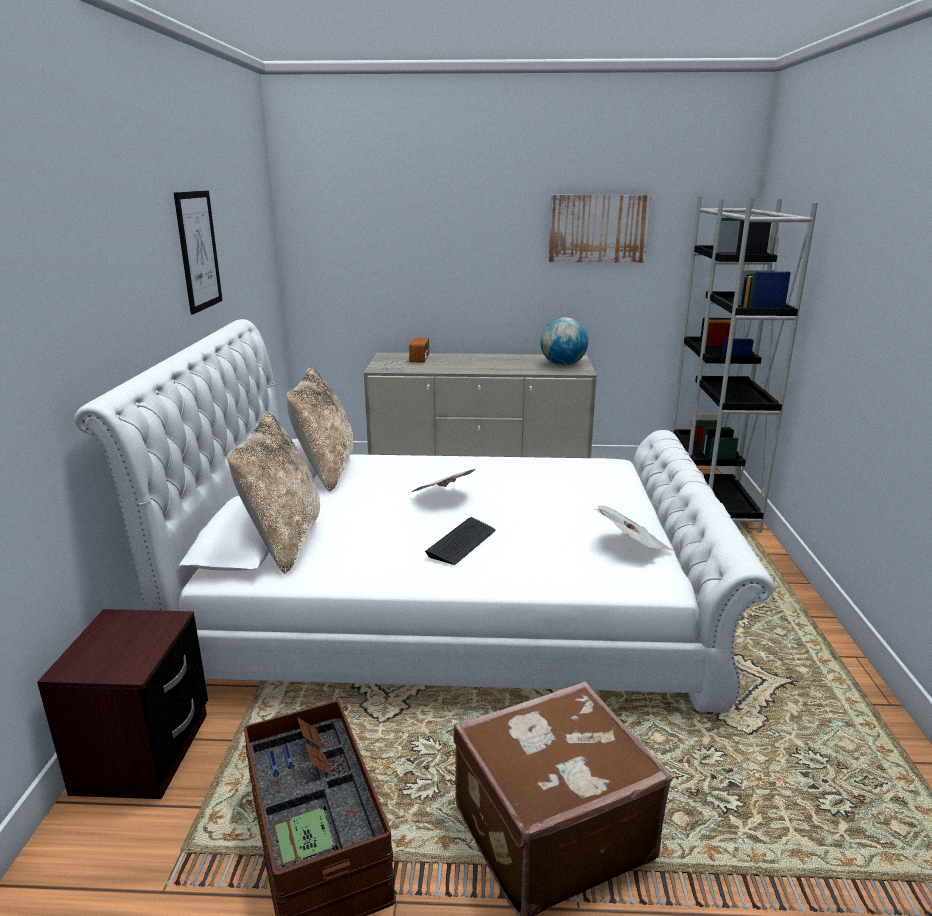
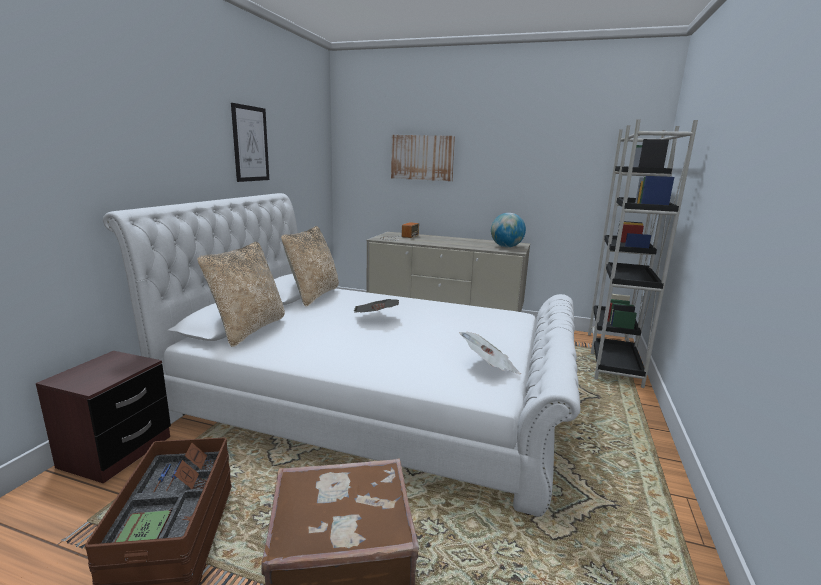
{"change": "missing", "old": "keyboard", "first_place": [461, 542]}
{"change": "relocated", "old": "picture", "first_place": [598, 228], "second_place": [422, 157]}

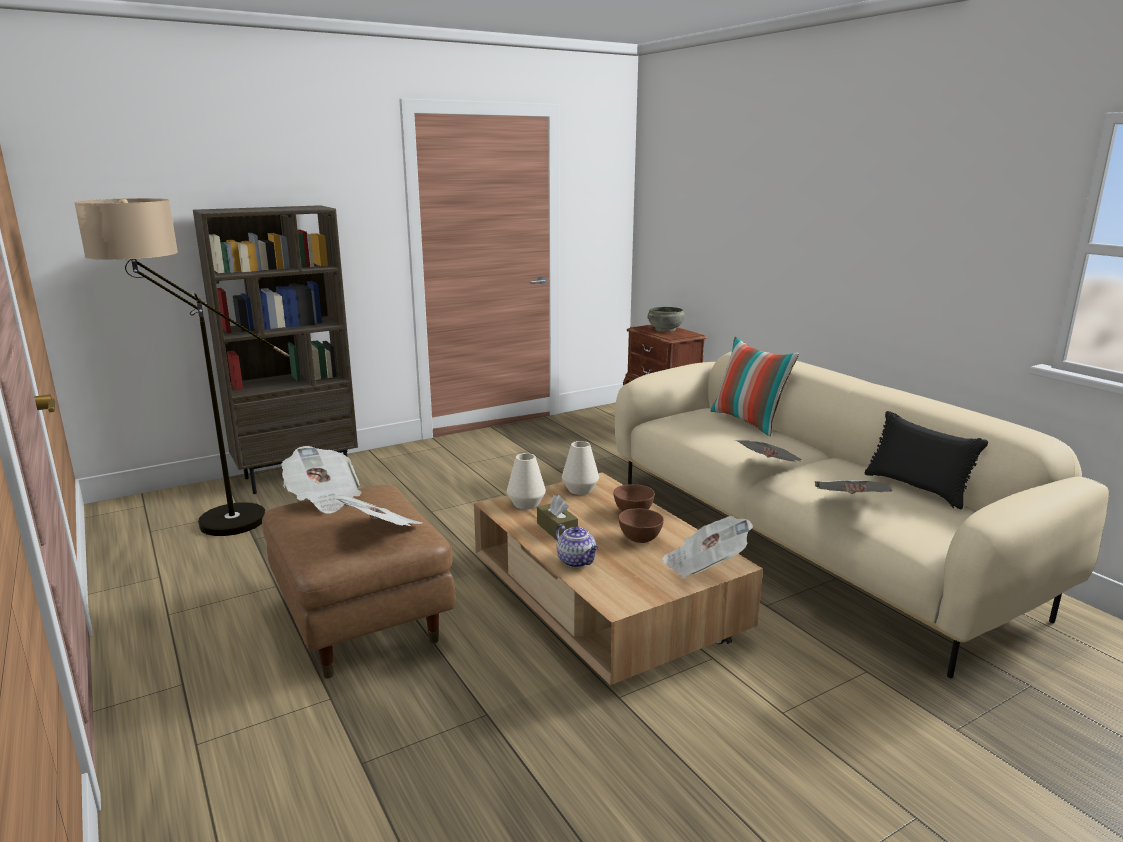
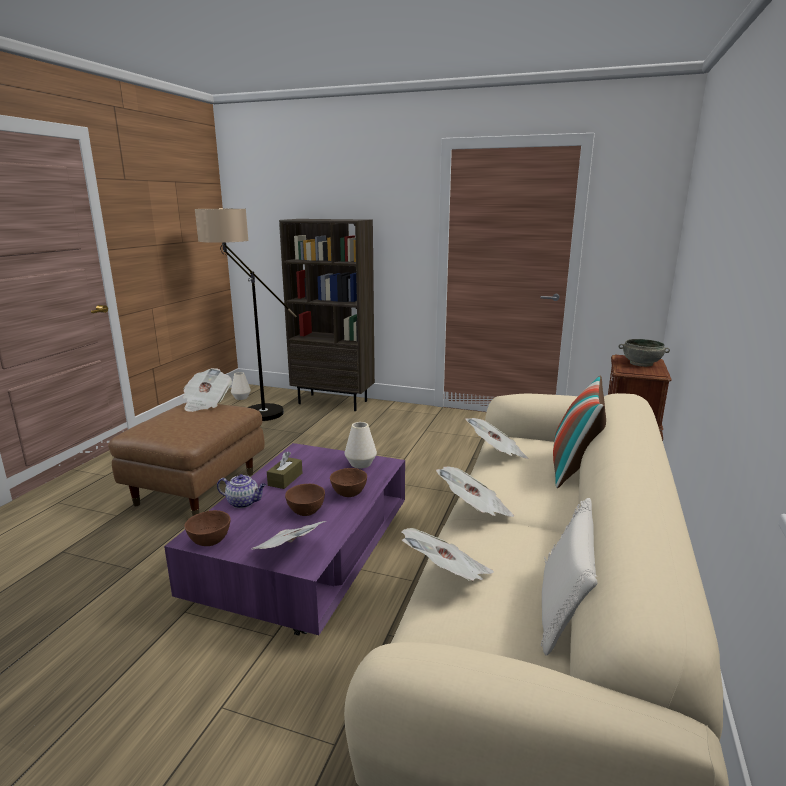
{"change": "appeared", "new": "bowl (brown)", "second_place": [209, 542]}
{"change": "relocated", "old": "newspaper", "first_place": [380, 532], "second_place": [496, 453]}
{"change": "relocated", "old": "vase (white)", "first_place": [526, 504], "second_place": [241, 397]}
{"change": "colour", "old": "coffee table (brown)", "new": "coffee table (purple)", "first_place": [604, 601], "second_place": [305, 554]}
{"change": "colour", "old": "pillow (black)", "new": "pillow (white)", "first_place": [917, 489], "second_place": [563, 607]}
{"change": "spun", "old": "teapot", "first_place": [577, 561], "second_place": [244, 502], "degrees": -90}

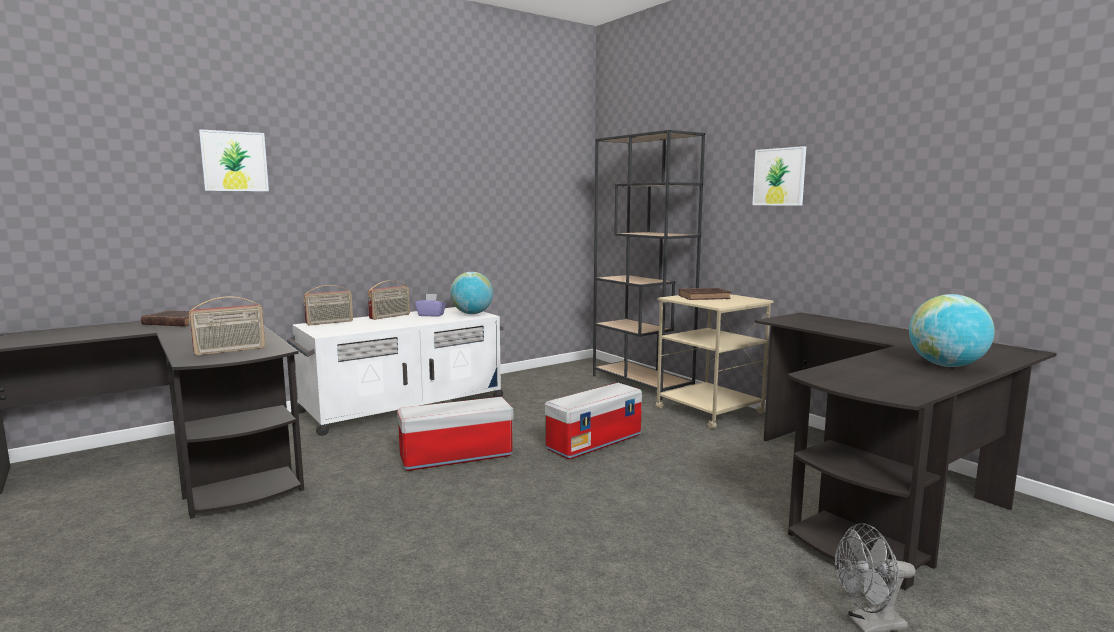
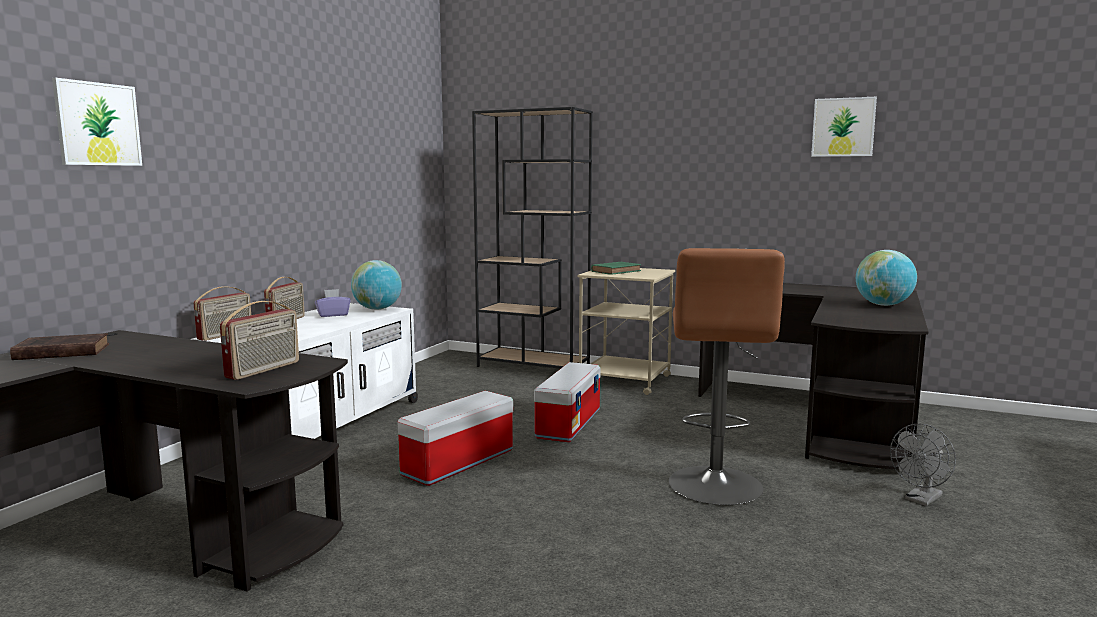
{"change": "appeared", "new": "stool (brown)", "second_place": [714, 485]}
{"change": "relocated", "old": "picture", "first_place": [779, 177], "second_place": [843, 127]}
{"change": "colour", "old": "book (brown)", "new": "book (green)", "first_place": [705, 297], "second_place": [617, 271]}

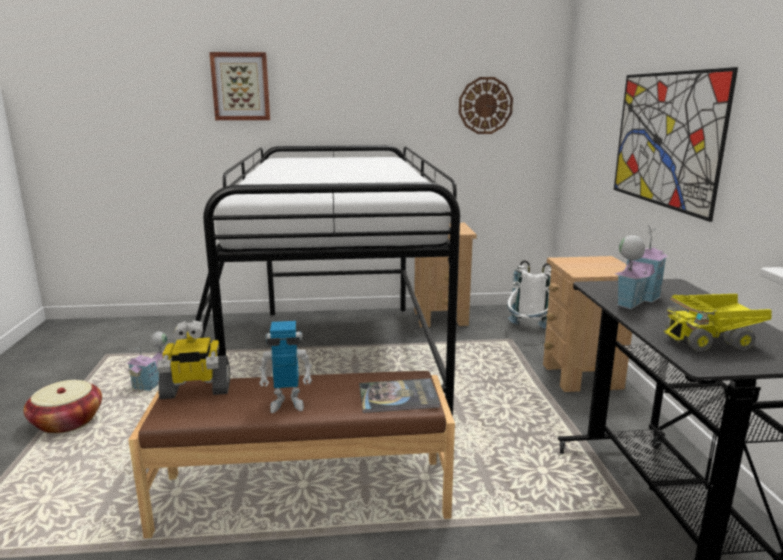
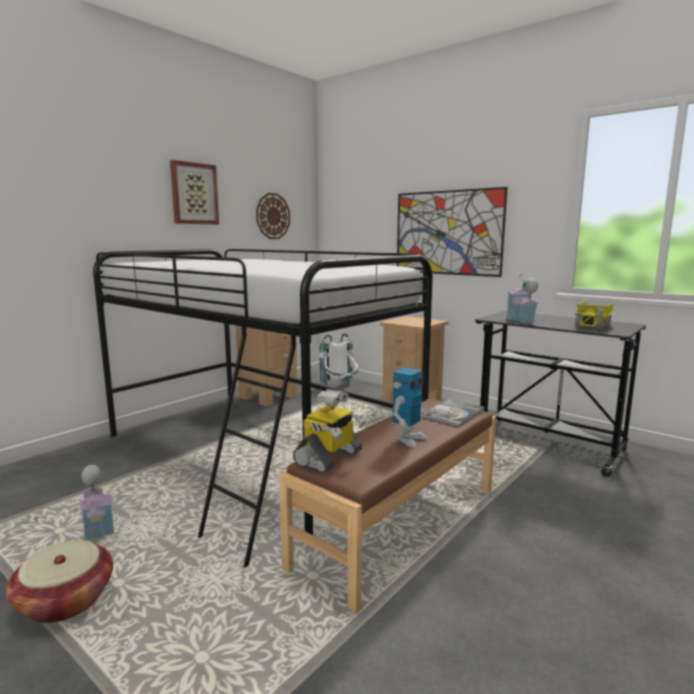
{"change": "relocated", "old": "picture", "first_place": [241, 86], "second_place": [194, 194]}

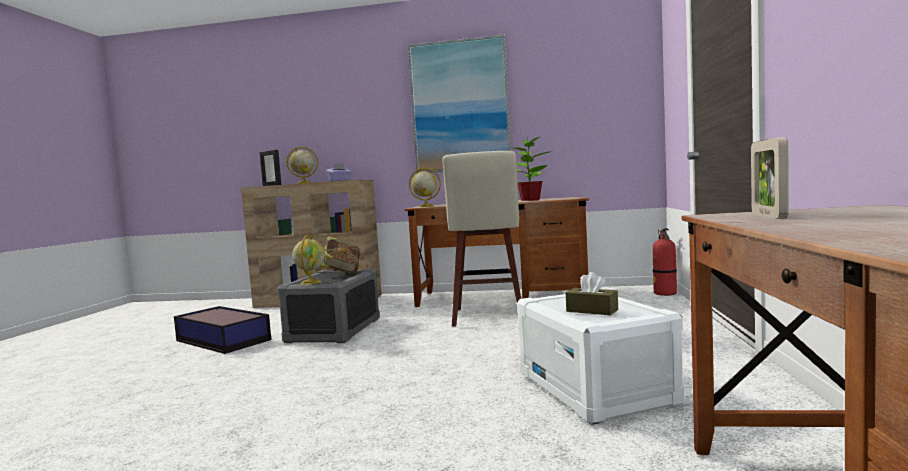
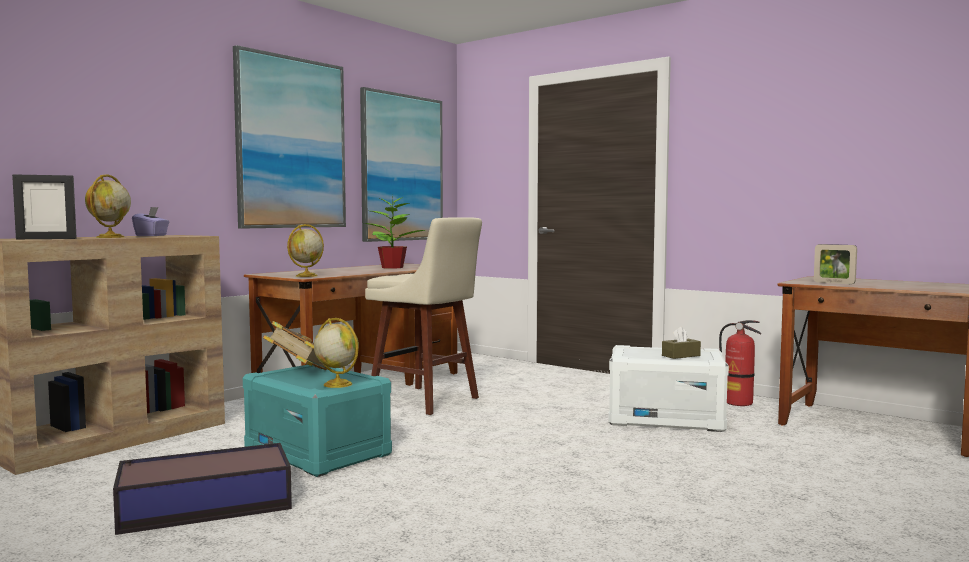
{"change": "appeared", "new": "picture", "second_place": [402, 168]}
{"change": "relocated", "old": "fire extinguisher", "first_place": [665, 293], "second_place": [738, 403]}
{"change": "colour", "old": "storage box (grey)", "new": "storage box (turquoise)", "first_place": [334, 330], "second_place": [318, 451]}

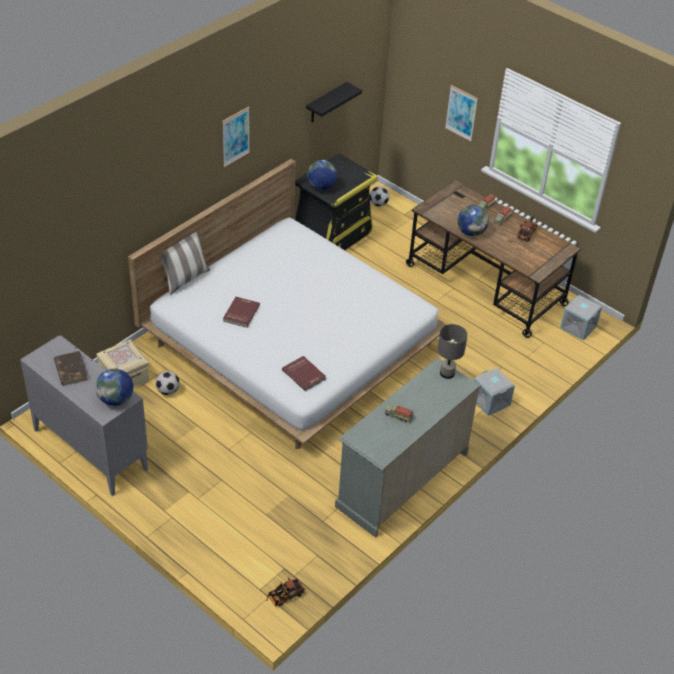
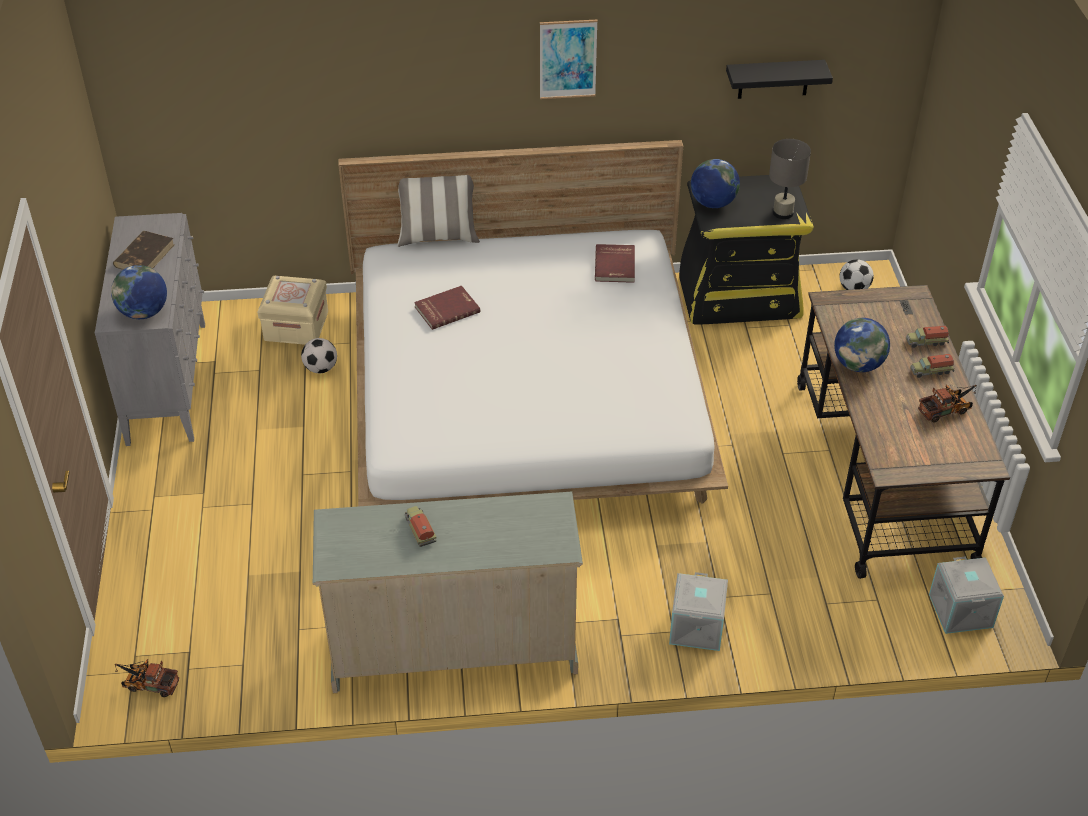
{"change": "missing", "old": "picture", "first_place": [461, 113]}
{"change": "relocated", "old": "book (red)", "first_place": [304, 374], "second_place": [616, 265]}
{"change": "relocated", "old": "table lamp (grey)", "first_place": [447, 373], "second_place": [783, 213]}

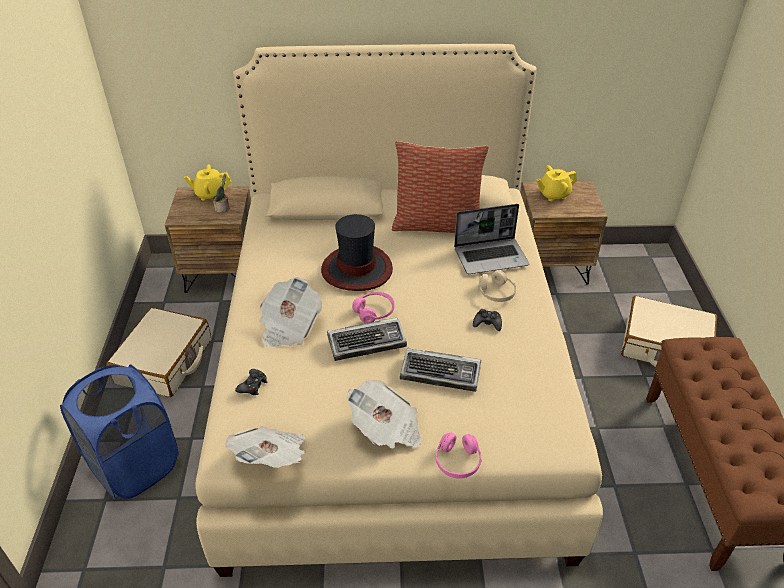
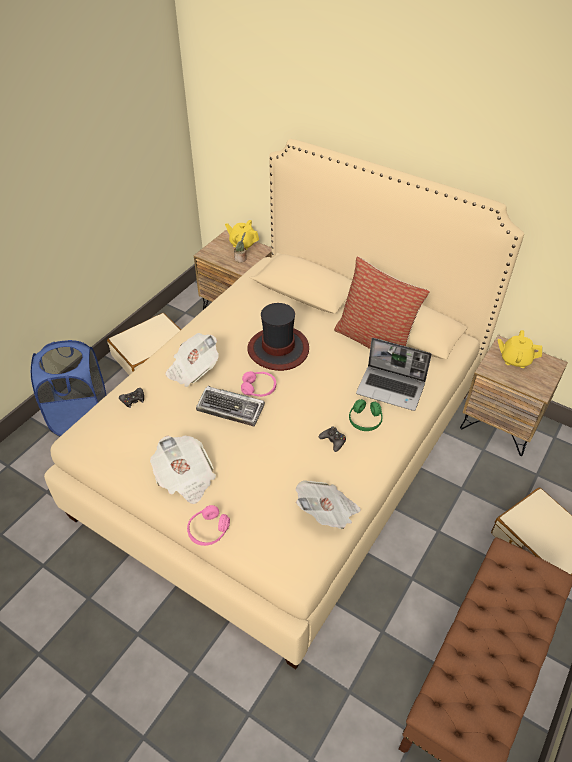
{"change": "missing", "old": "keyboard", "first_place": [441, 373]}
{"change": "relocated", "old": "newspaper", "first_place": [272, 458], "second_place": [327, 513]}
{"change": "colour", "old": "headphones (beige)", "new": "headphones (green)", "first_place": [496, 293], "second_place": [365, 420]}

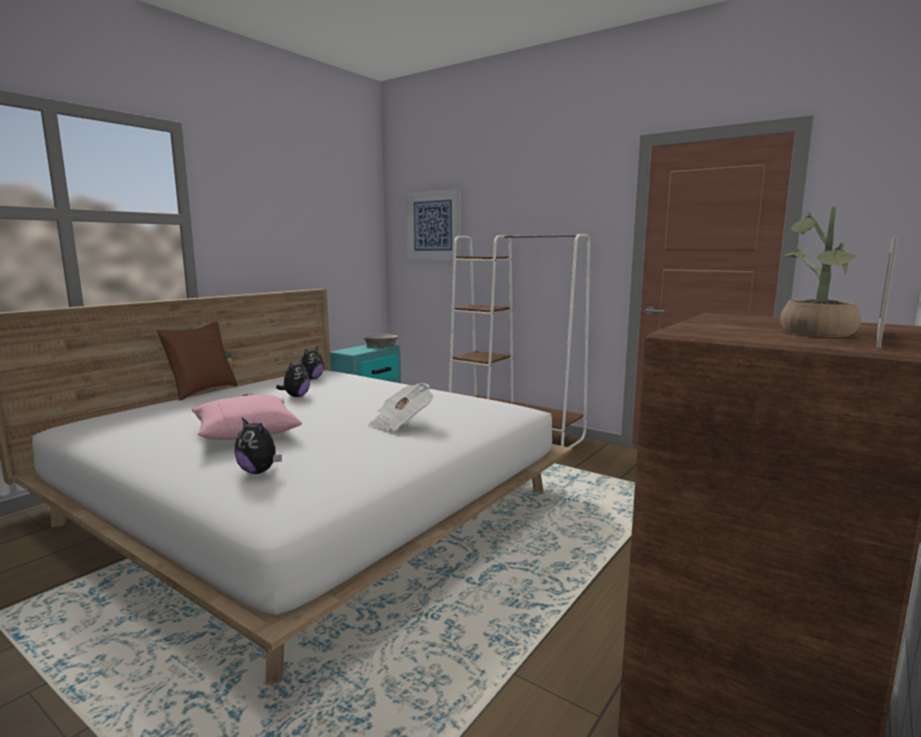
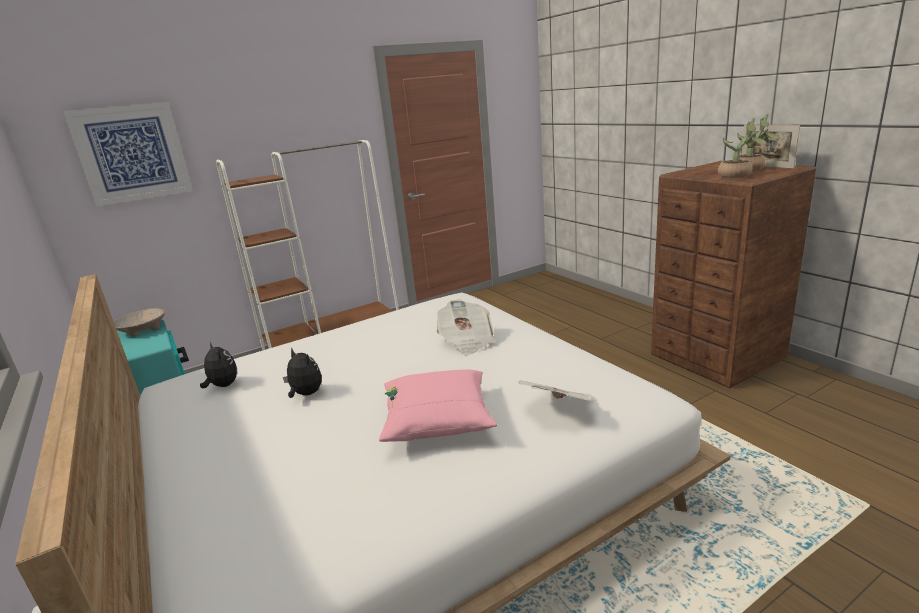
{"change": "missing", "old": "pillow (brown)", "first_place": [202, 392]}
{"change": "appeared", "new": "potted plant", "second_place": [737, 176]}
{"change": "exchanged", "old": "plush toy", "new": "newspaper", "first_place": [259, 471], "second_place": [560, 409]}

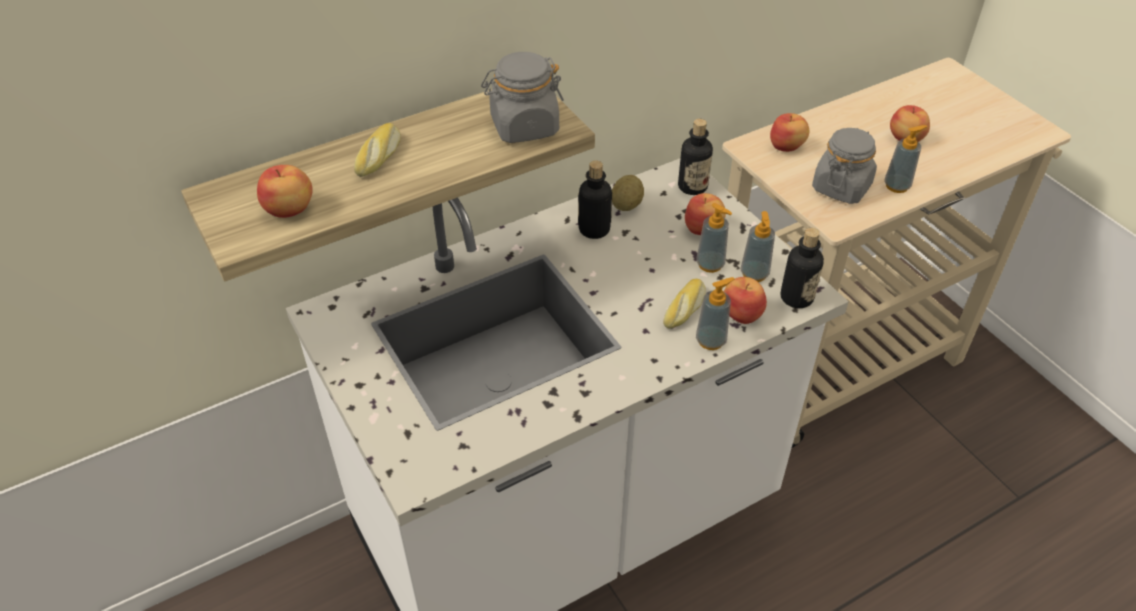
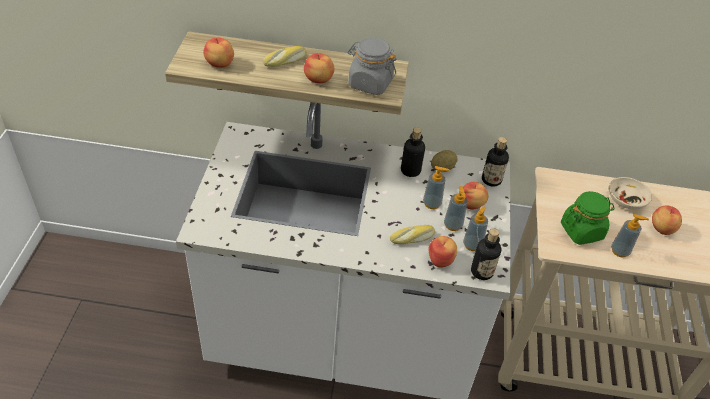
{"change": "appeared", "new": "bowl (beige)", "second_place": [626, 199]}
{"change": "relocated", "old": "soap dispenser", "first_place": [711, 340], "second_place": [432, 203]}
{"change": "relocated", "old": "apple", "first_place": [787, 146], "second_place": [318, 79]}
{"change": "colour", "old": "jar (grey)", "new": "jar (green)", "first_place": [841, 187], "second_place": [581, 231]}

